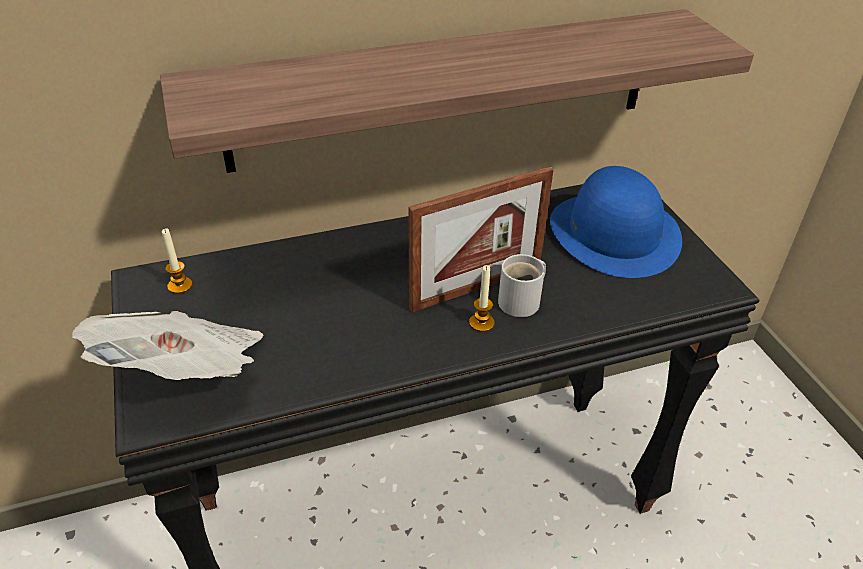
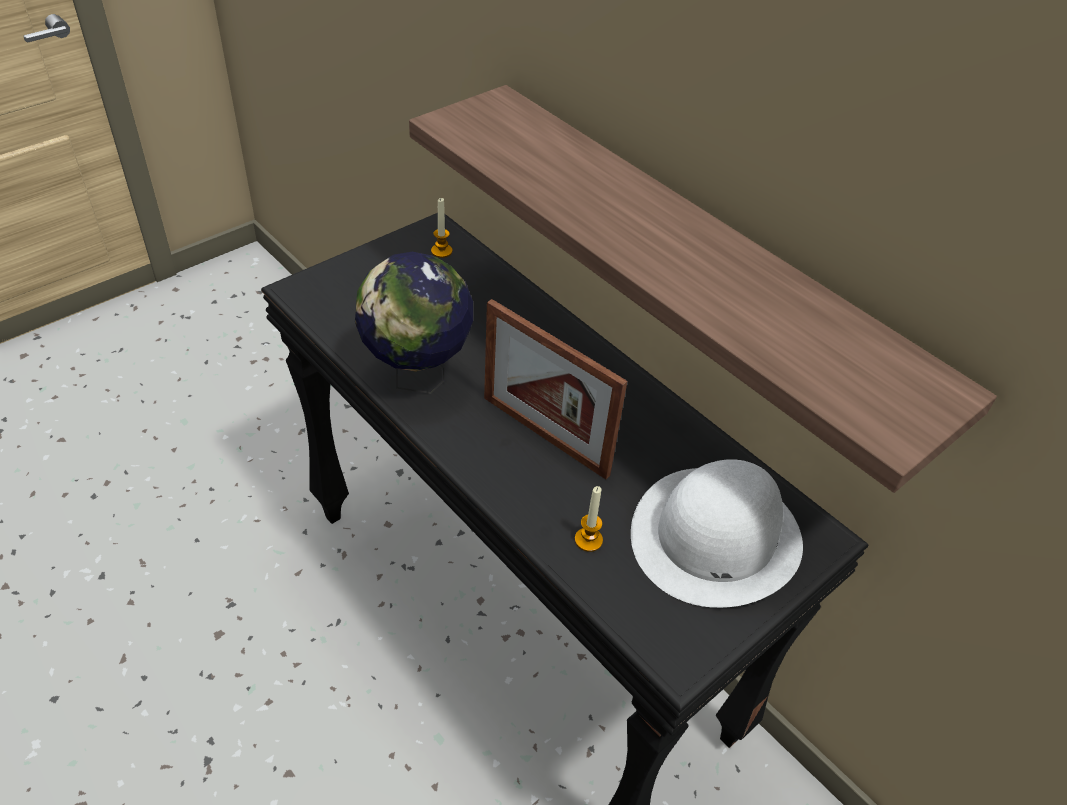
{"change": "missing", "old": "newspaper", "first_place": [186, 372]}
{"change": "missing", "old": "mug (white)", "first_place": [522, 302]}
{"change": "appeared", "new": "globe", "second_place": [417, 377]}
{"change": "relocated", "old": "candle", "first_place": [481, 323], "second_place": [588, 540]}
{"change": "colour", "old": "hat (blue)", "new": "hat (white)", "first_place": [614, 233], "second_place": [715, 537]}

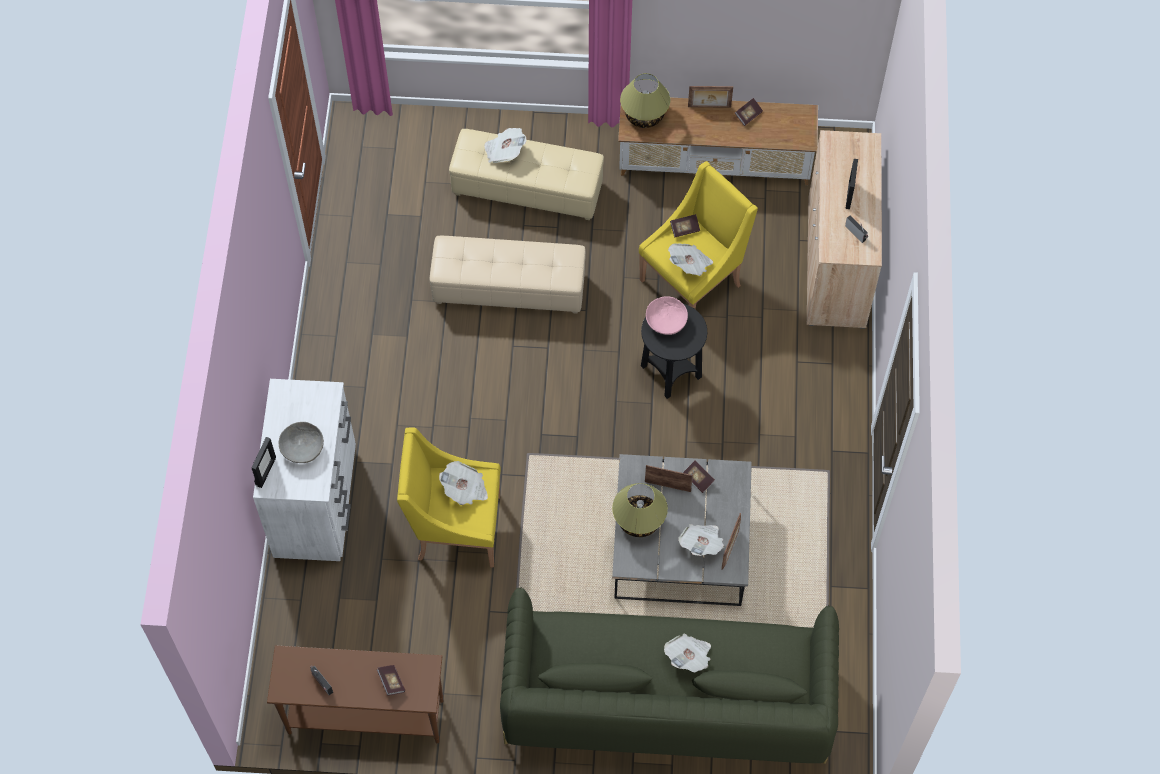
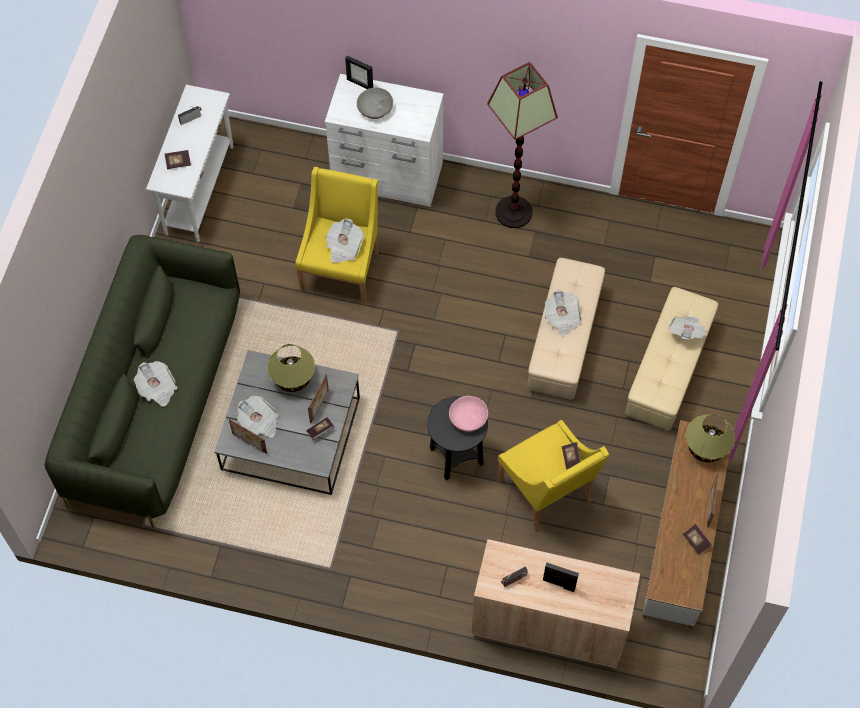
{"change": "appeared", "new": "floor lamp", "second_place": [514, 212]}
{"change": "relocated", "old": "newspaper", "first_place": [690, 265], "second_place": [562, 318]}
{"change": "colour", "old": "console table (brown)", "new": "console table (white)", "first_place": [364, 718], "second_place": [199, 189]}

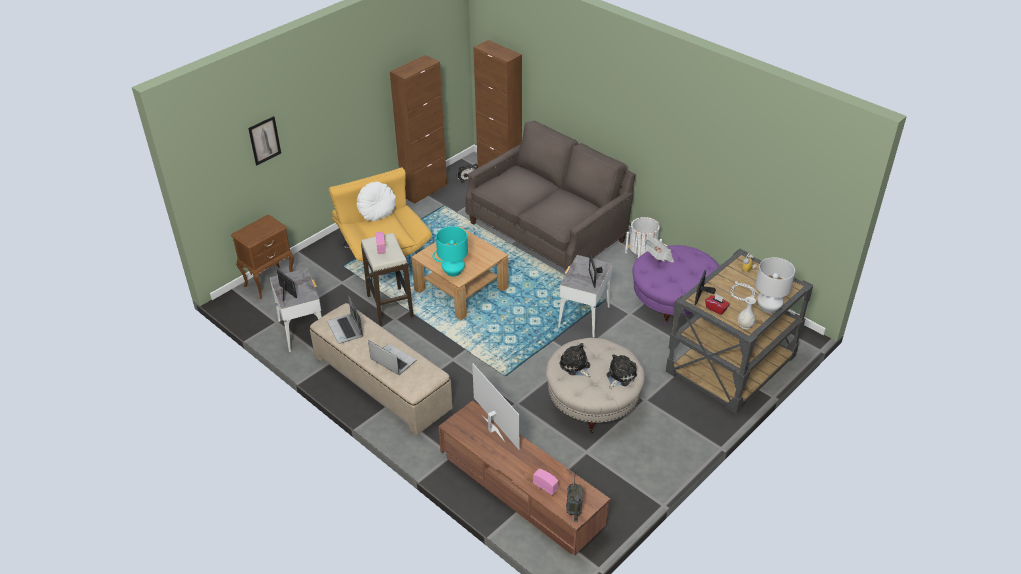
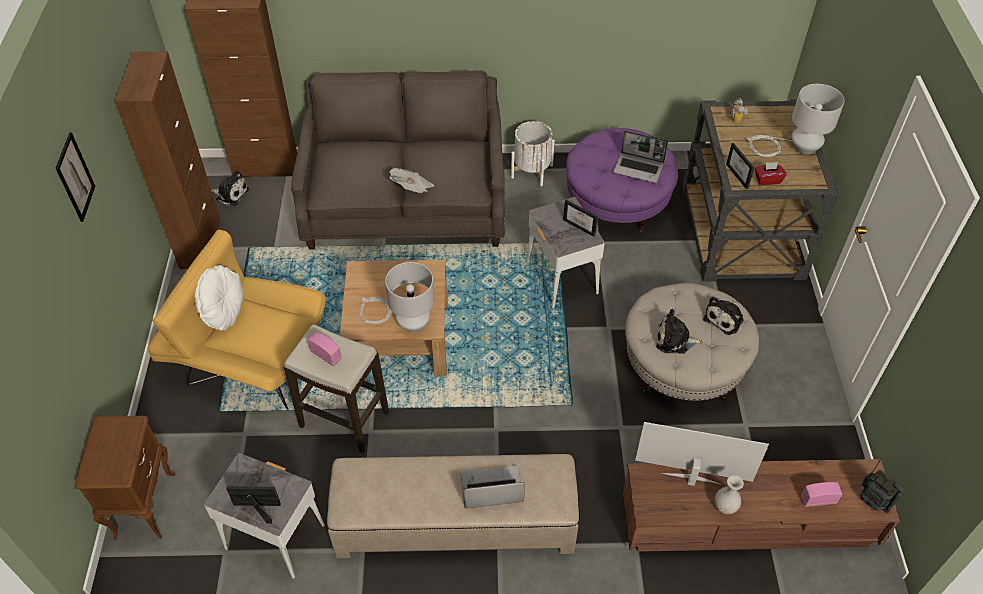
{"change": "relocated", "old": "picture", "first_place": [264, 140], "second_place": [75, 177]}
{"change": "relocated", "old": "laptop", "first_place": [346, 329], "second_place": [639, 168]}
{"change": "relocated", "old": "newspaper", "first_place": [659, 257], "second_place": [412, 189]}
{"change": "relocated", "old": "vase (white)", "first_place": [745, 325], "second_place": [725, 506]}
{"change": "colour", "old": "table lamp (turquoise)", "new": "table lamp (white)", "first_place": [449, 265], "second_place": [398, 318]}
{"change": "spun", "old": "plush toy", "first_place": [620, 376], "second_place": [725, 318], "degrees": -135}

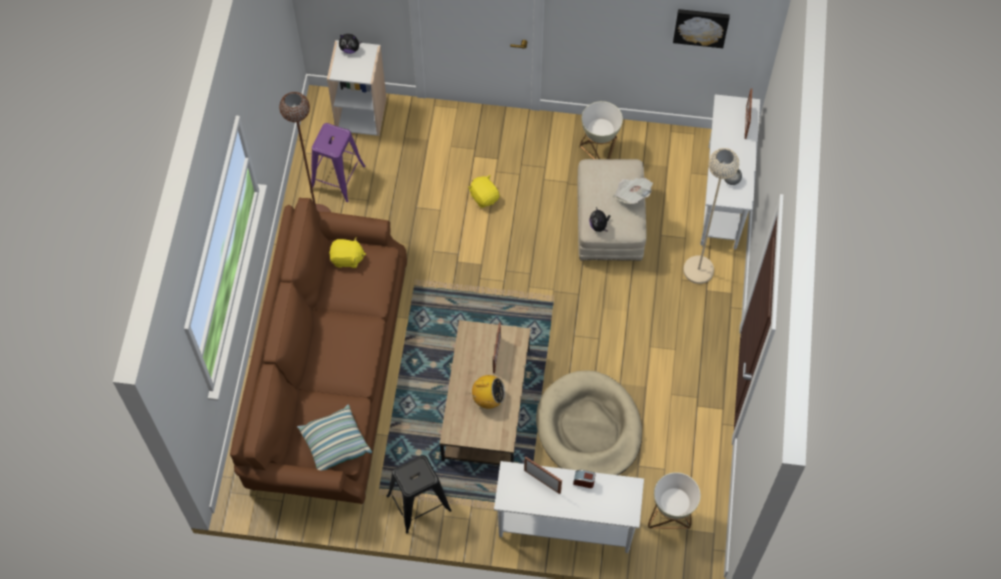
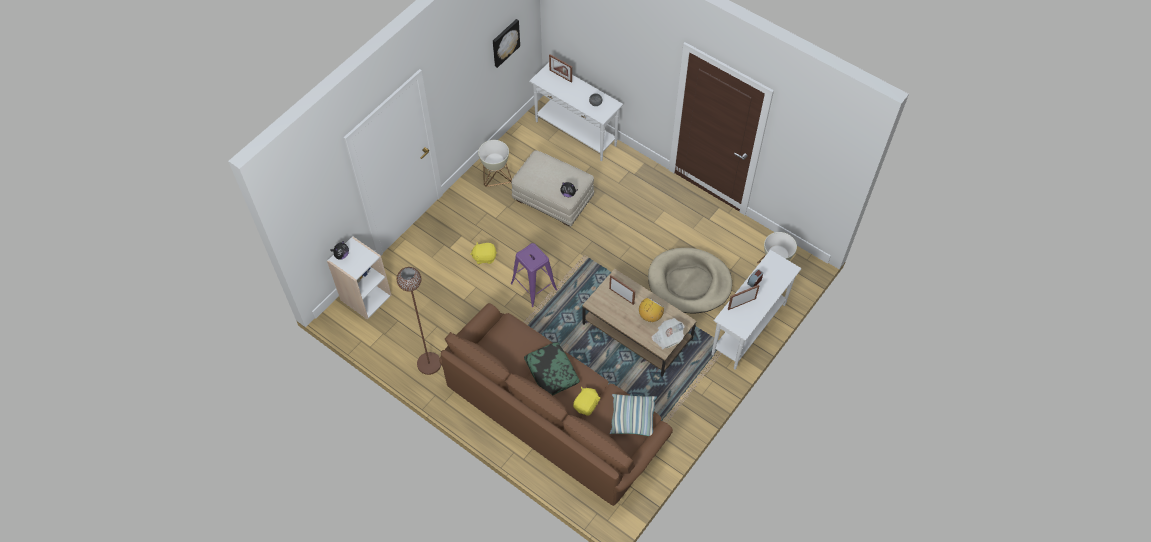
{"change": "missing", "old": "stool (black)", "first_place": [419, 503]}
{"change": "missing", "old": "floor lamp (beige)", "first_place": [698, 270]}
{"change": "appeared", "new": "pillow", "second_place": [551, 372]}
{"change": "relocated", "old": "stool (purple)", "first_place": [338, 177], "second_place": [533, 286]}
{"change": "relocated", "old": "plush toy (yellow)", "first_place": [347, 259], "second_place": [586, 405]}
{"change": "relocated", "old": "newspaper", "first_place": [632, 194], "second_place": [667, 337]}

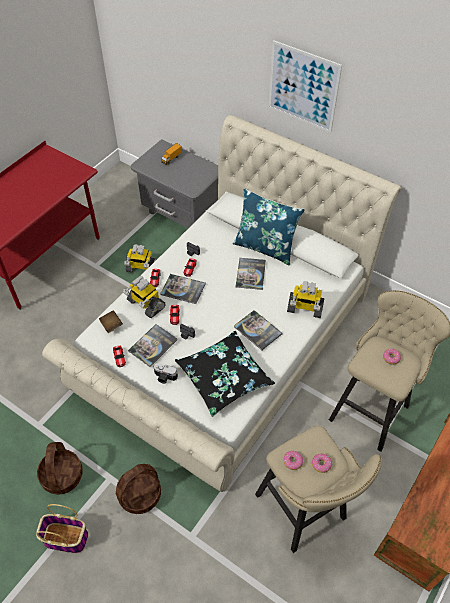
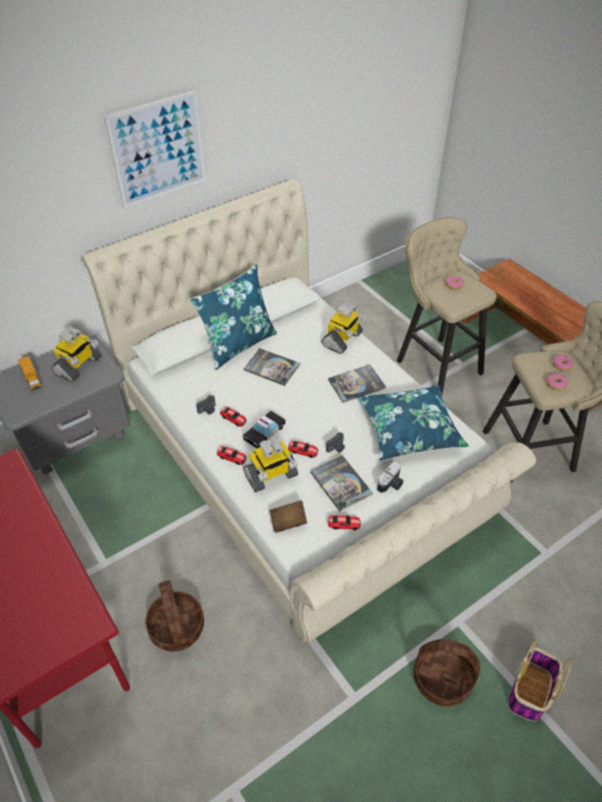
{"change": "relocated", "old": "basket", "first_place": [140, 495], "second_place": [177, 627]}
{"change": "relocated", "old": "toy robot", "first_place": [141, 268], "second_place": [78, 366]}
{"change": "exchanged", "old": "book", "new": "toy car", "first_place": [183, 289], "second_place": [264, 433]}
{"change": "colour", "old": "pillow (black)", "new": "pillow (blue)", "first_place": [224, 377], "second_place": [409, 430]}

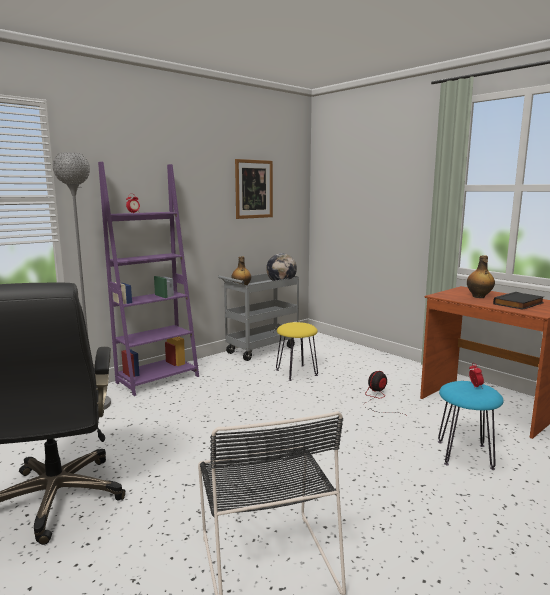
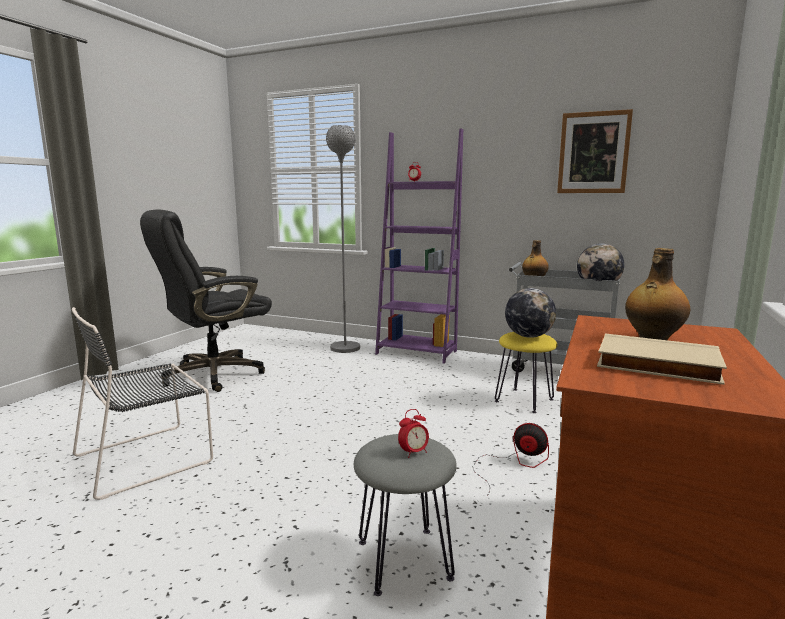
{"change": "appeared", "new": "globe", "second_place": [528, 336]}
{"change": "colour", "old": "stool (turquoise)", "new": "stool (grey)", "first_place": [464, 454], "second_place": [404, 559]}
{"change": "colour", "old": "book (black)", "new": "book (beige)", "first_place": [519, 304], "second_place": [656, 365]}

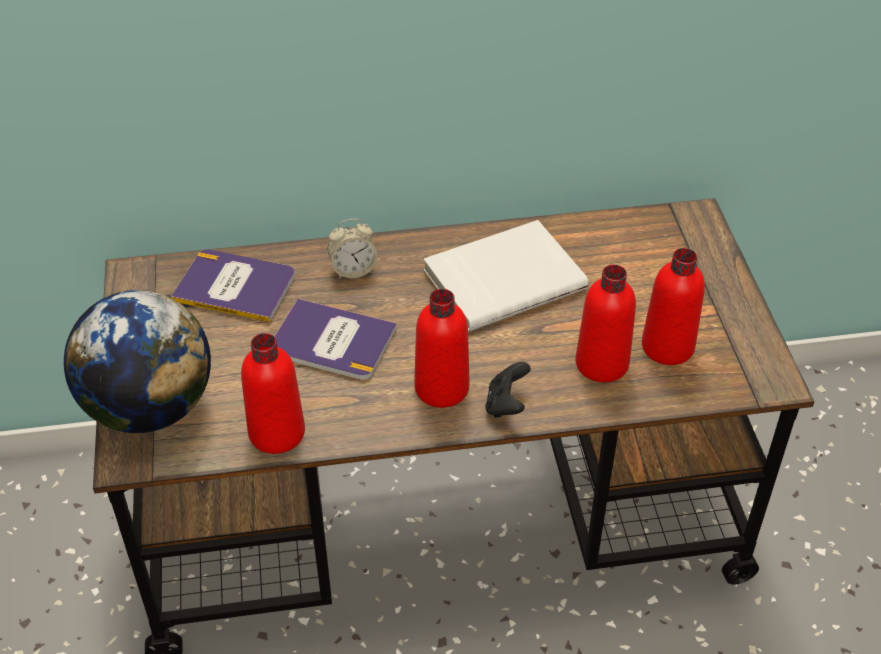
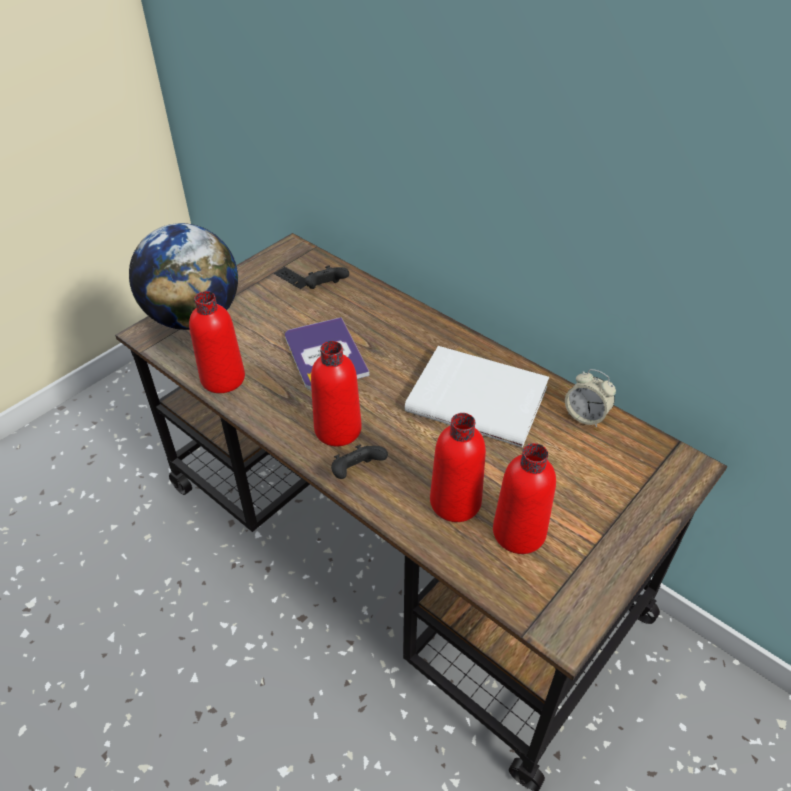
{"change": "relocated", "old": "alarm clock", "first_place": [353, 270], "second_place": [585, 416]}
{"change": "exchanged", "old": "book", "new": "game controller (black)", "first_place": [235, 286], "second_place": [326, 289]}

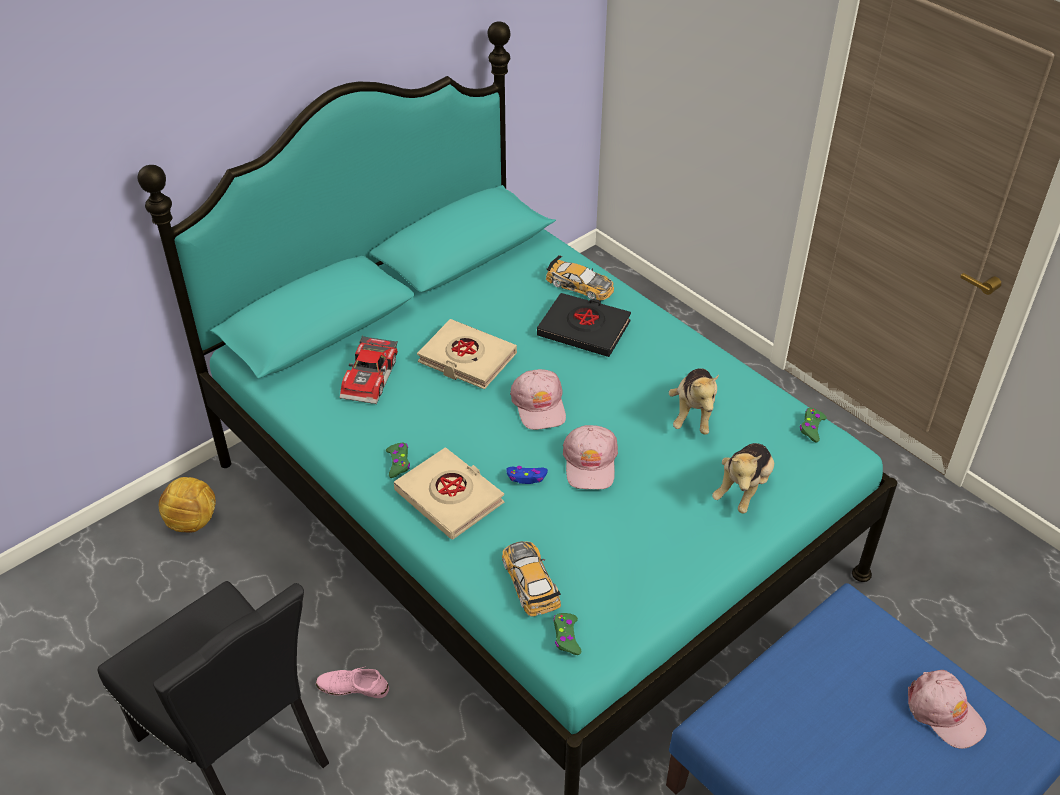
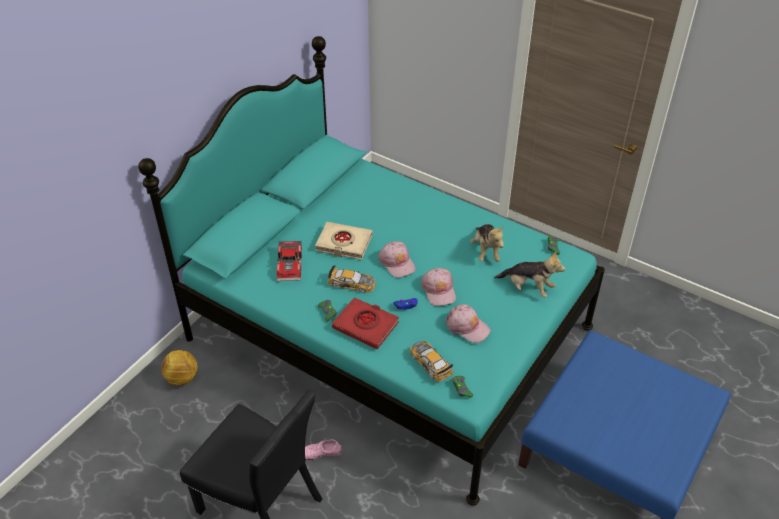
{"change": "missing", "old": "book (black)", "first_place": [584, 329]}
{"change": "relocated", "old": "toy car", "first_place": [580, 285], "second_place": [352, 283]}
{"change": "relocated", "old": "cap (pink)", "first_place": [944, 712], "second_place": [467, 327]}
{"change": "colour", "old": "book (beige)", "new": "book (red)", "first_place": [450, 497], "second_place": [365, 326]}
{"change": "spun", "old": "plush toy", "first_place": [743, 488], "second_place": [528, 288], "degrees": -75}

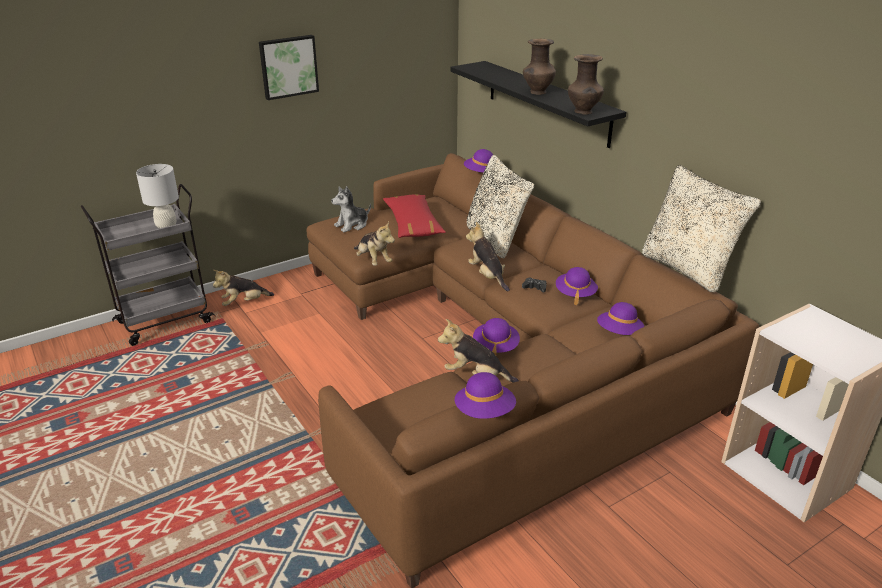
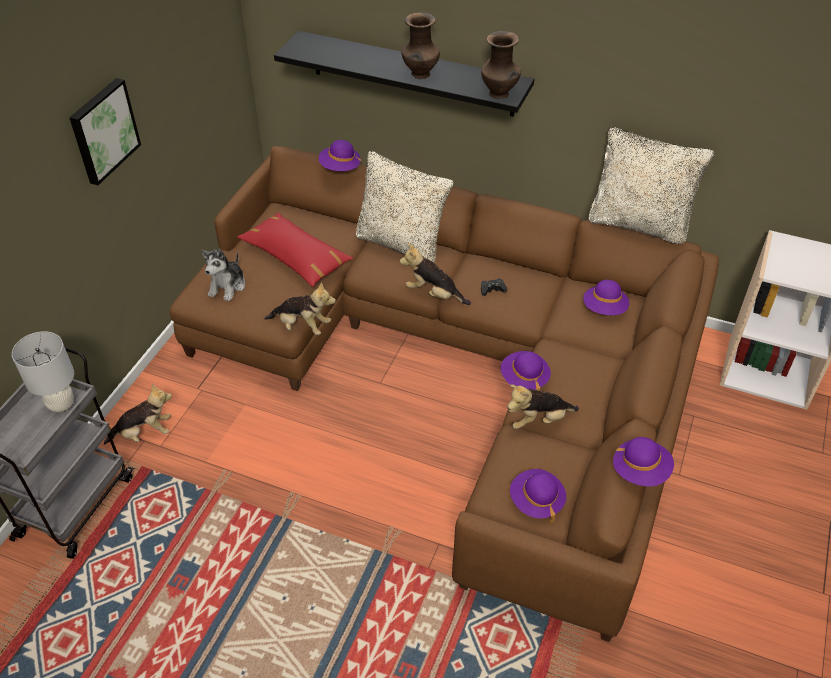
{"change": "relocated", "old": "hat (purple)", "first_place": [575, 294], "second_place": [536, 501]}
{"change": "spun", "old": "plush toy", "first_place": [244, 303], "second_place": [144, 433], "degrees": -135}

